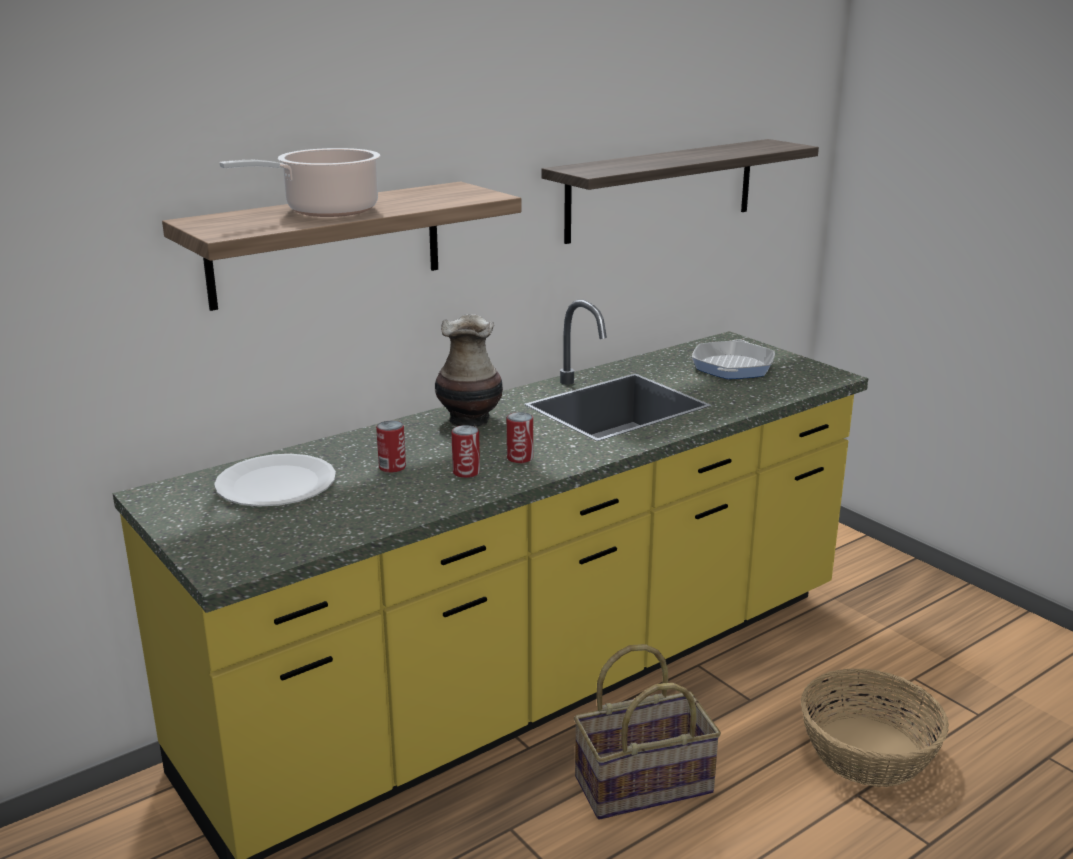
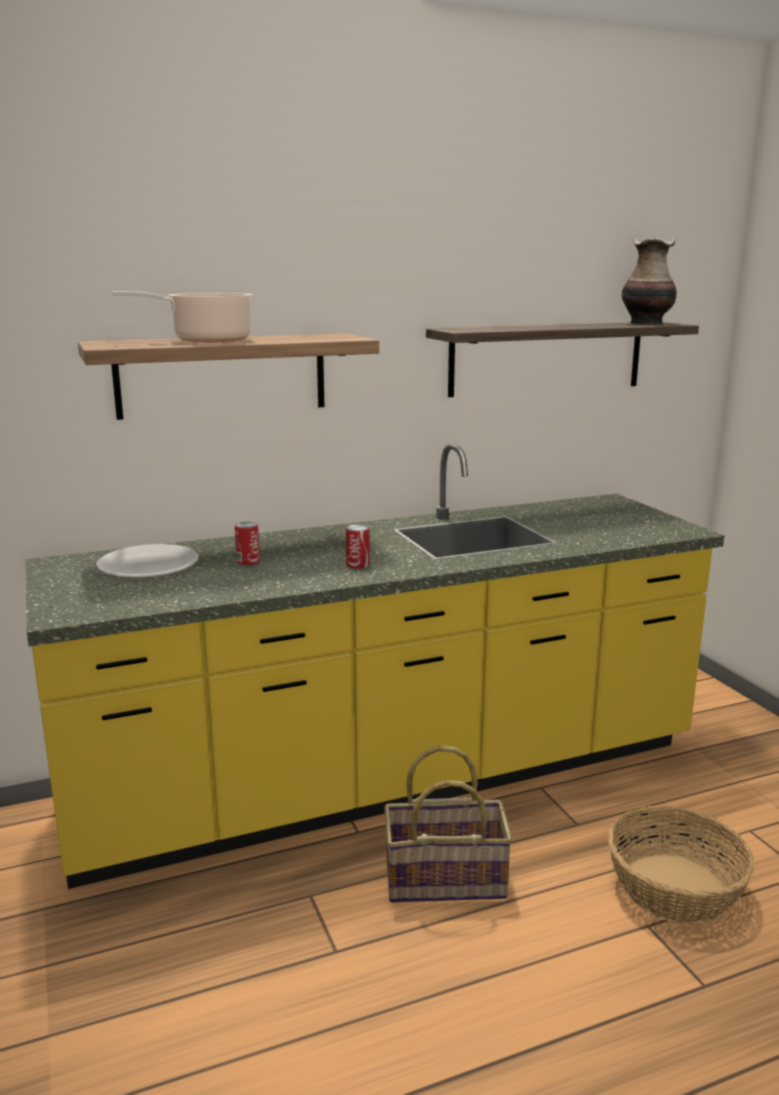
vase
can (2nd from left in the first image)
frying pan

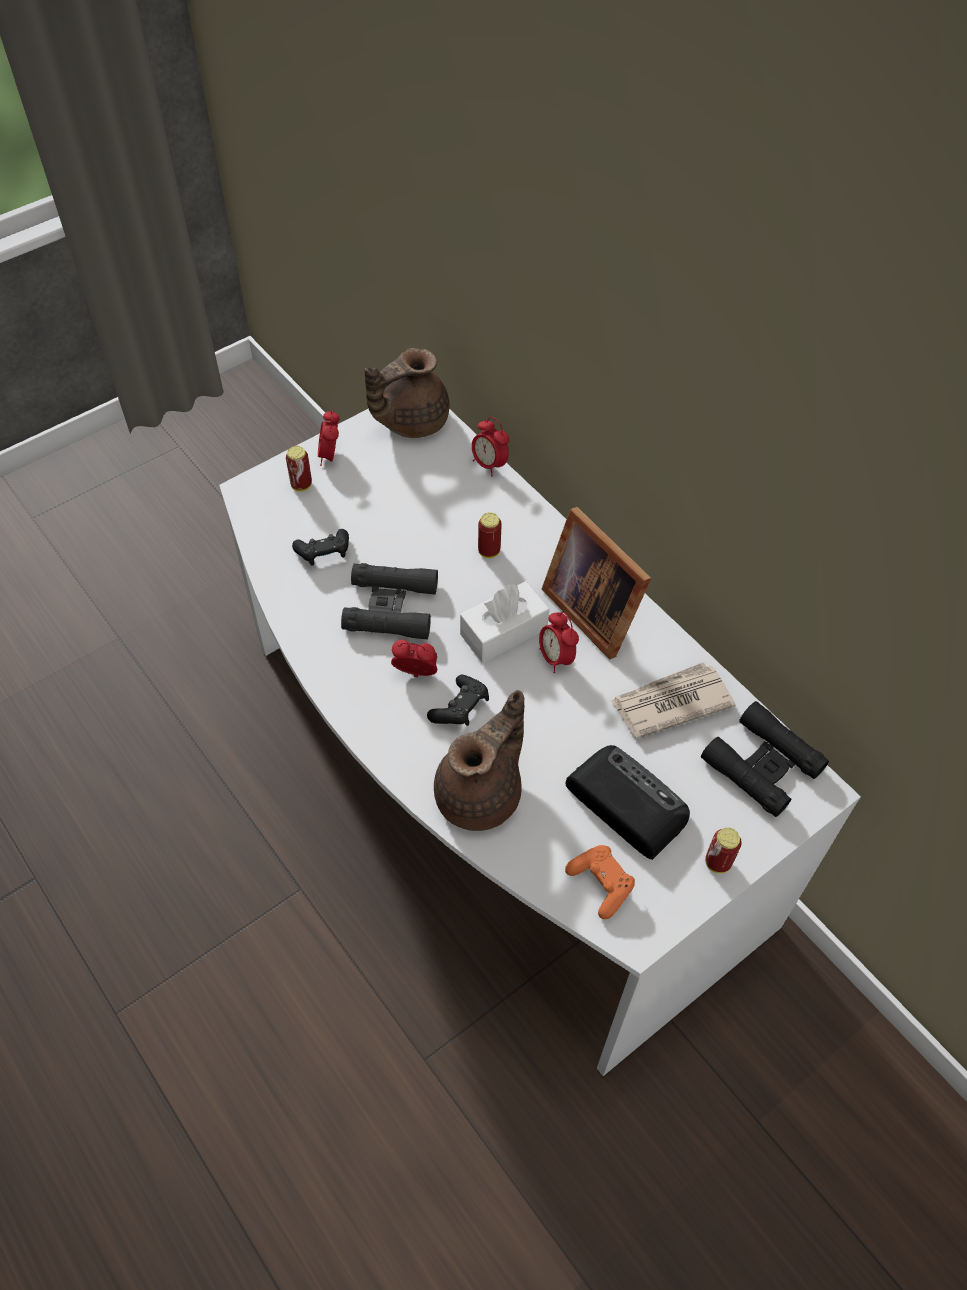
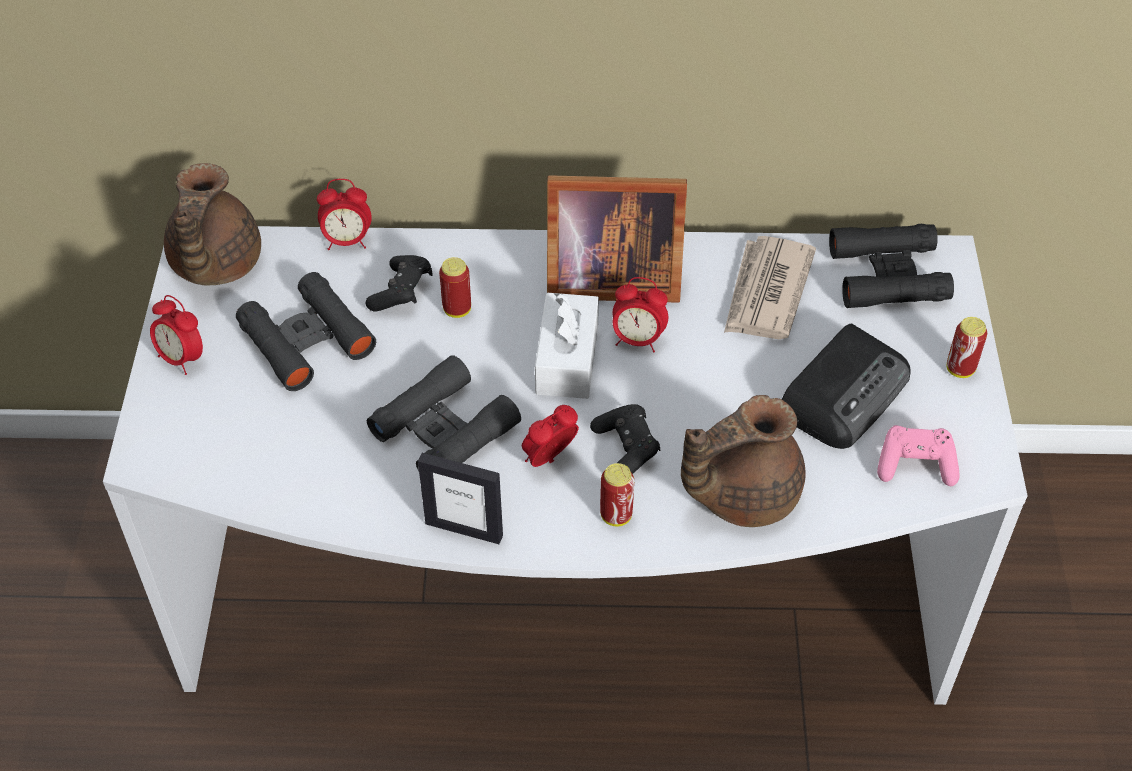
binoculars (black) (1st from left)
game controller (black) (1st from left)
picture frame (1st from left)
can (2nd from left)
teapot (brown) (2nd from left)
radio
game controller (pink)

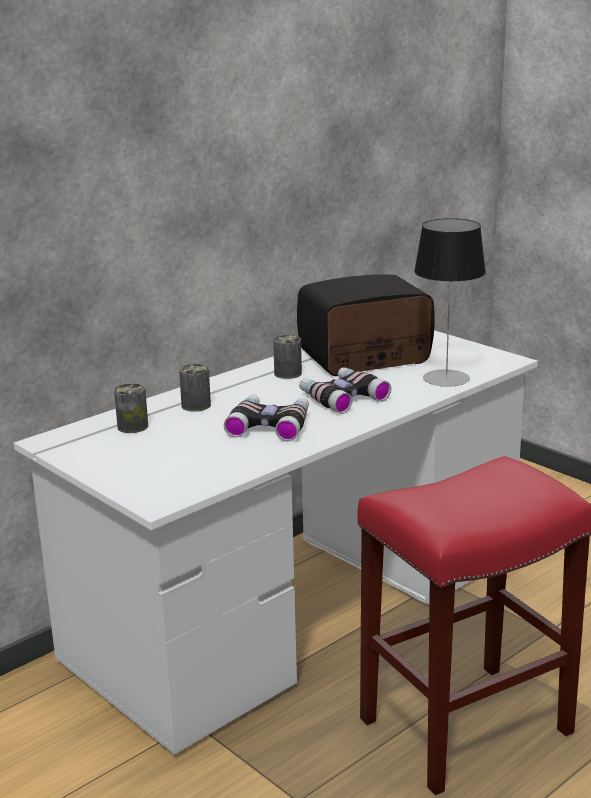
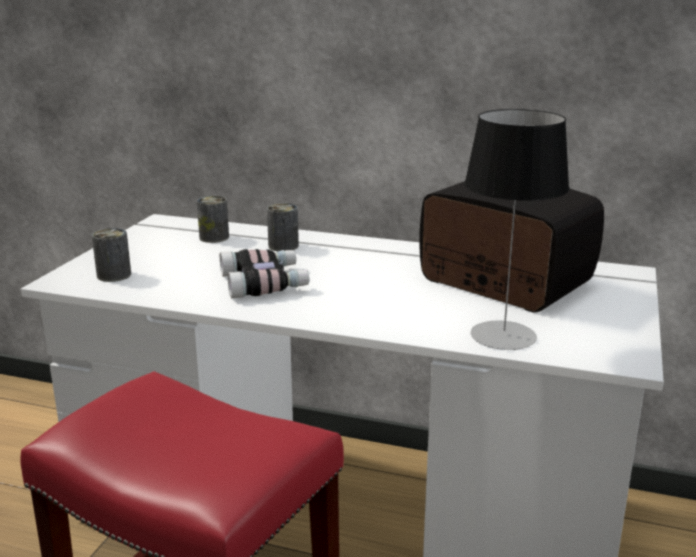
can (1st from left)
binoculars (2nd from left in the first image)

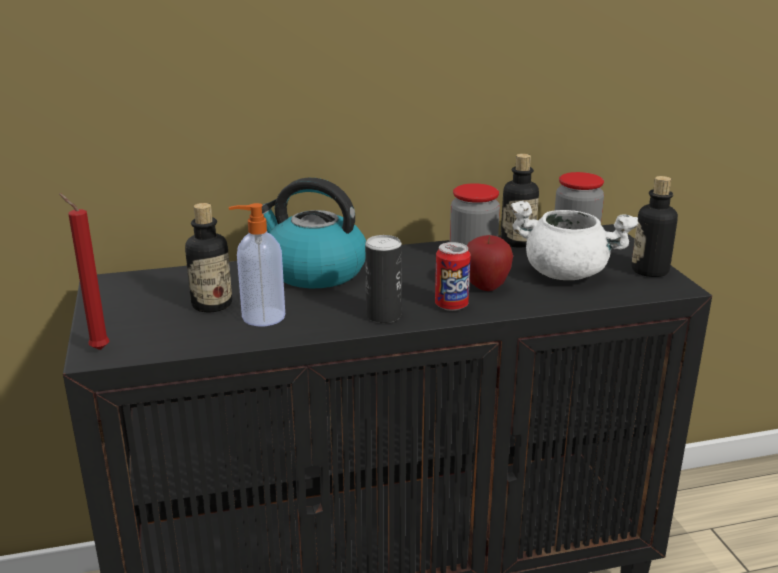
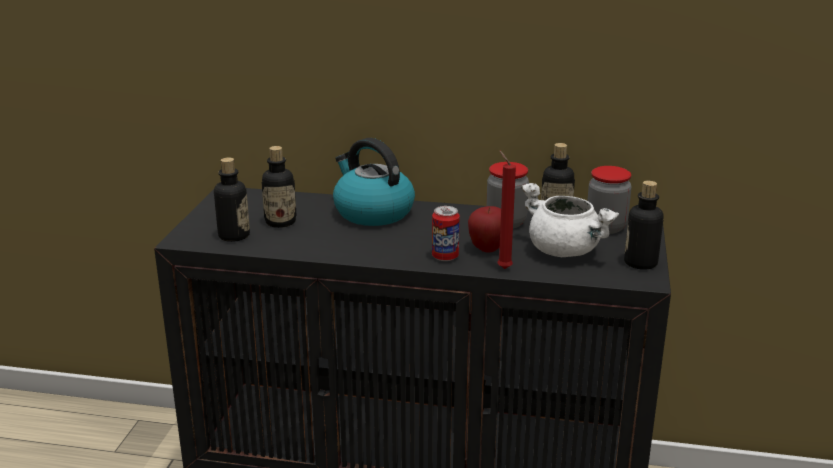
bottle (1st from left)
candle (red)
soap dispenser
can (1st from left in the first image)

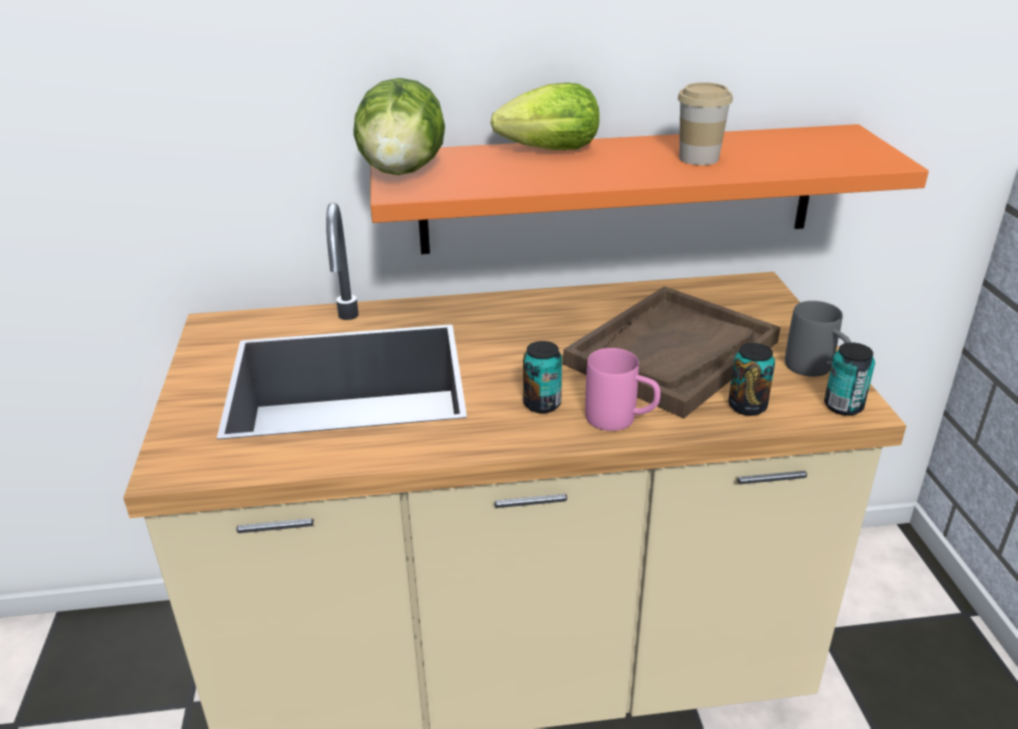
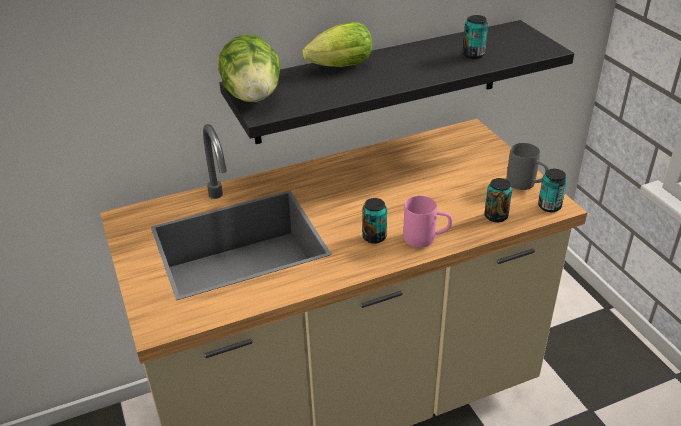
shelf (black)
can (2nd from left)
tray (brown)
cup

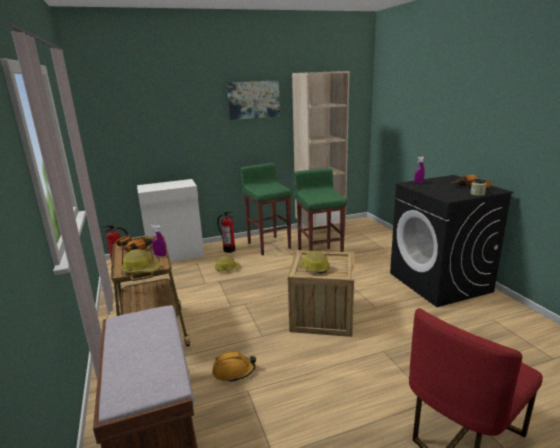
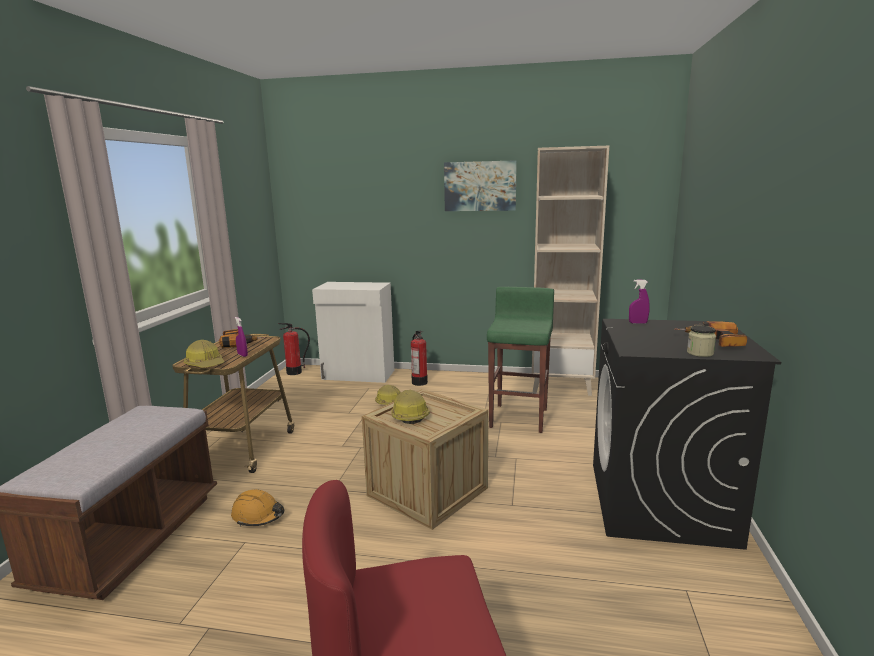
stool (green) (1st from left in the first image)

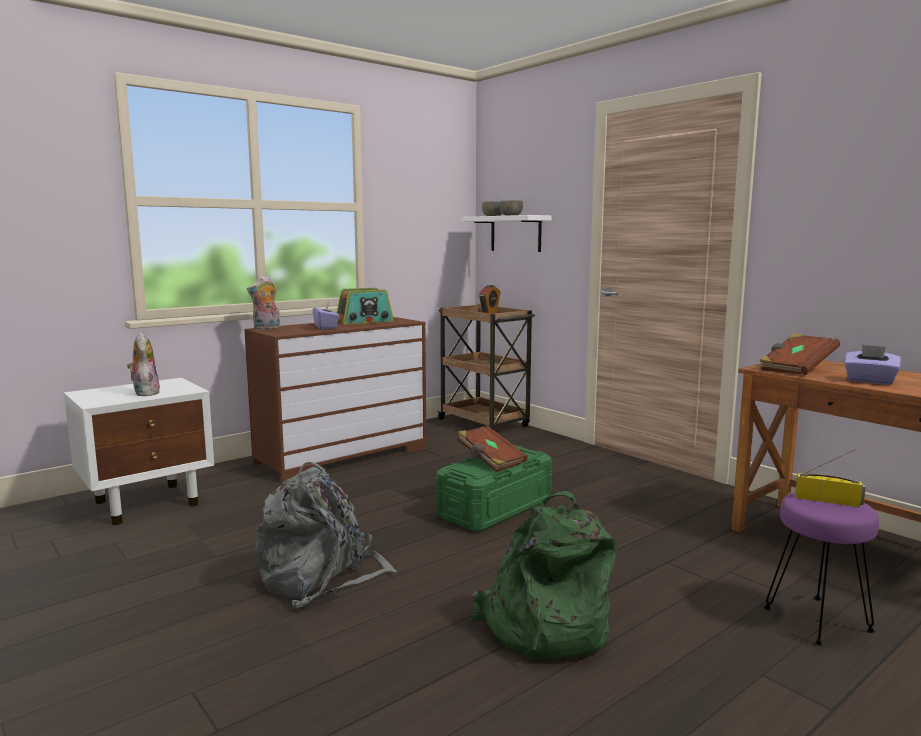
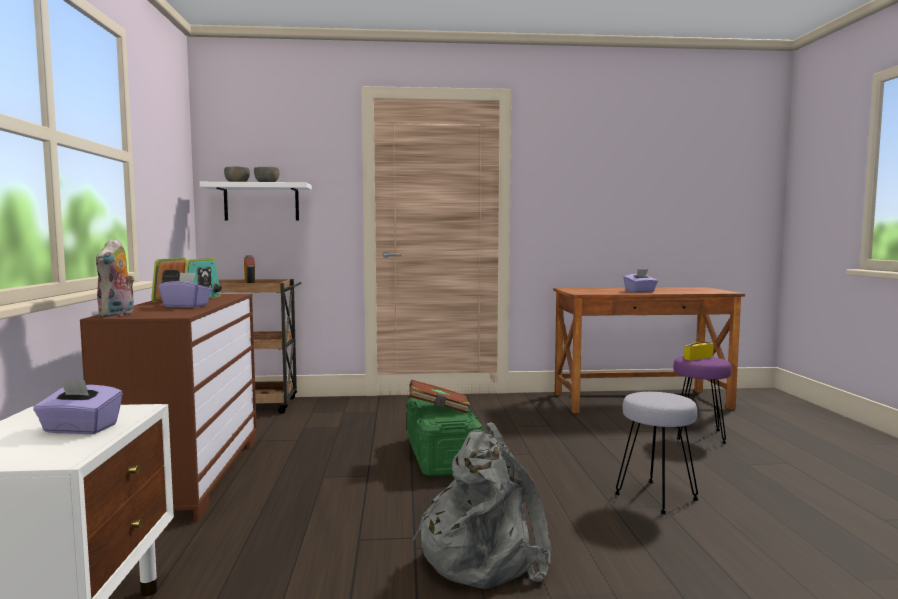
tissue box (purple) (1st from left)
stool (grey)
book (brown) (2nd from left in the first image)

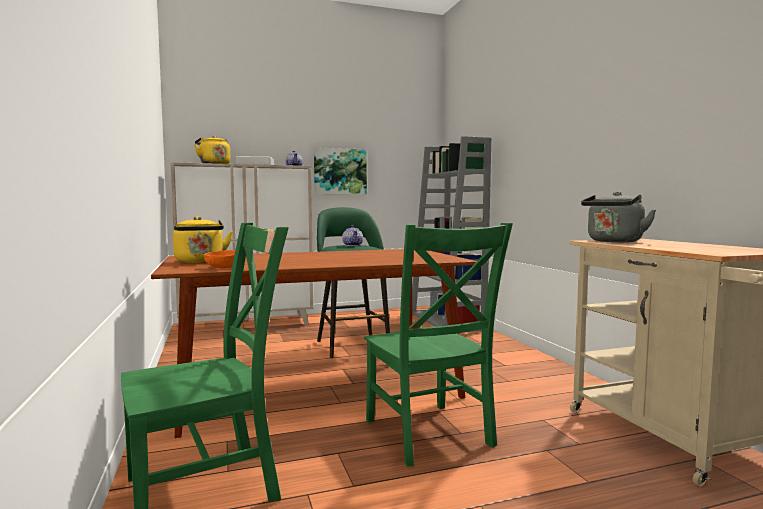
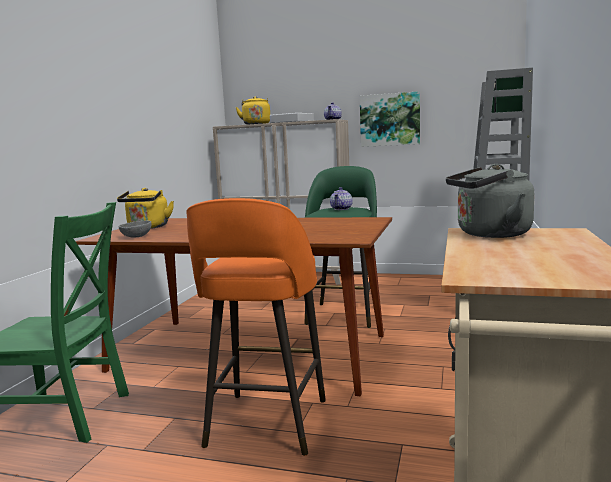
bowl (grey)
stool (orange)

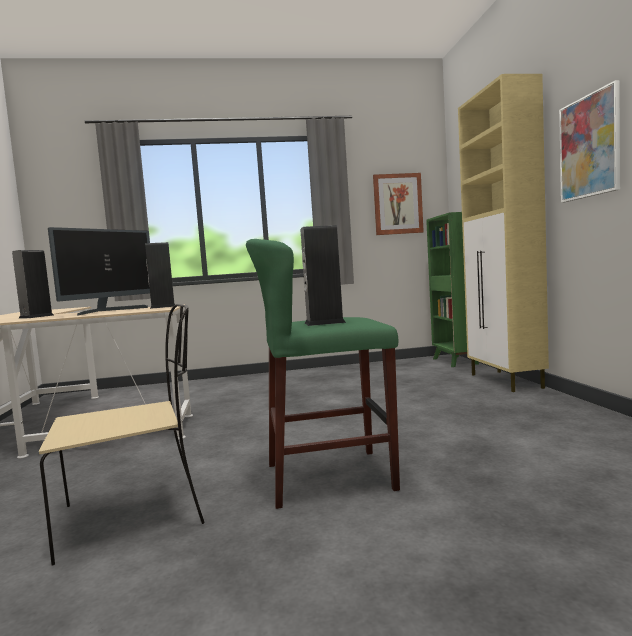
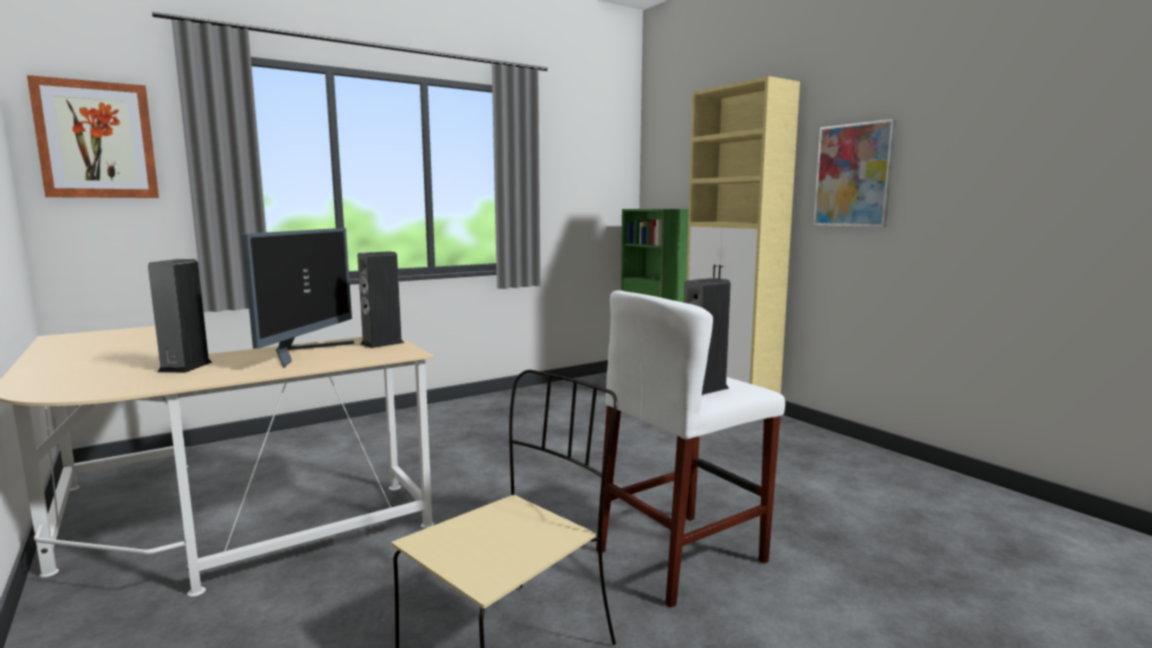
picture (1st from left)
stool (white)

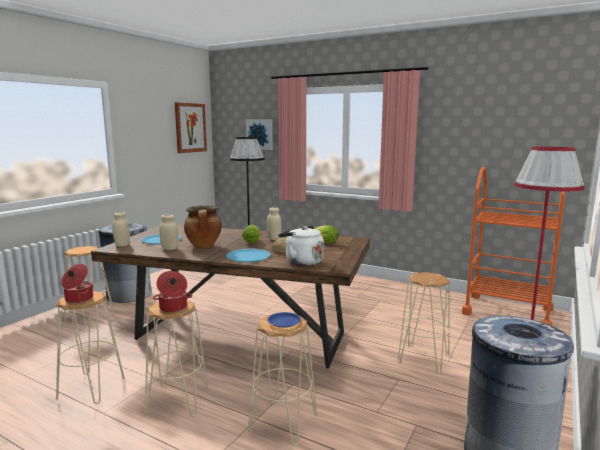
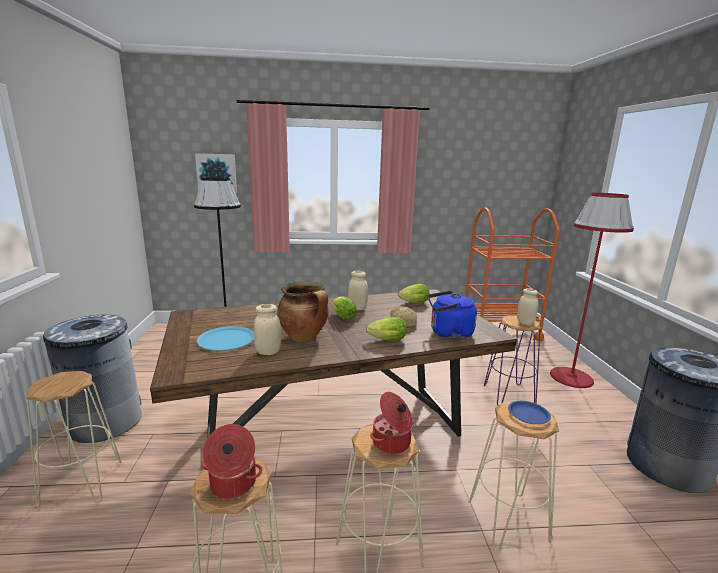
lettuce (2nd from left)
kettle (blue)
stool (purple)
jar (beige) (3rd from left)
picture (1st from left in the first image)

